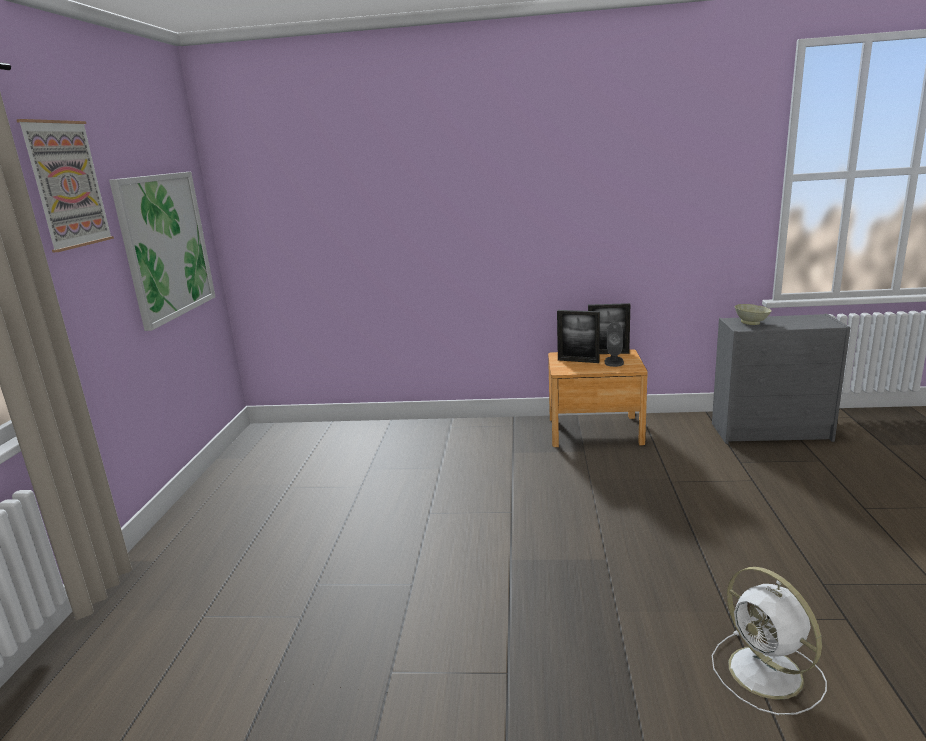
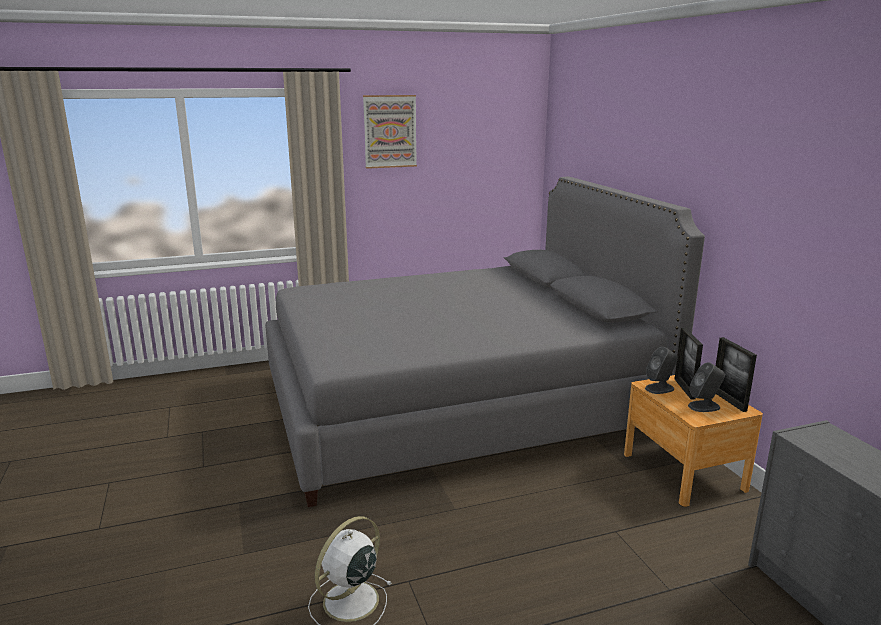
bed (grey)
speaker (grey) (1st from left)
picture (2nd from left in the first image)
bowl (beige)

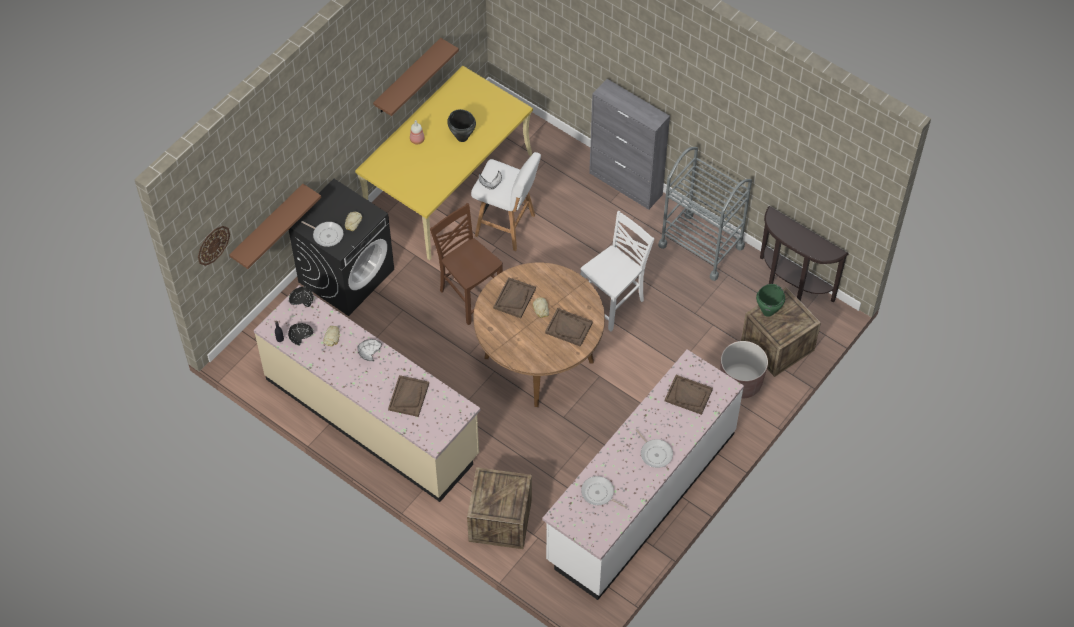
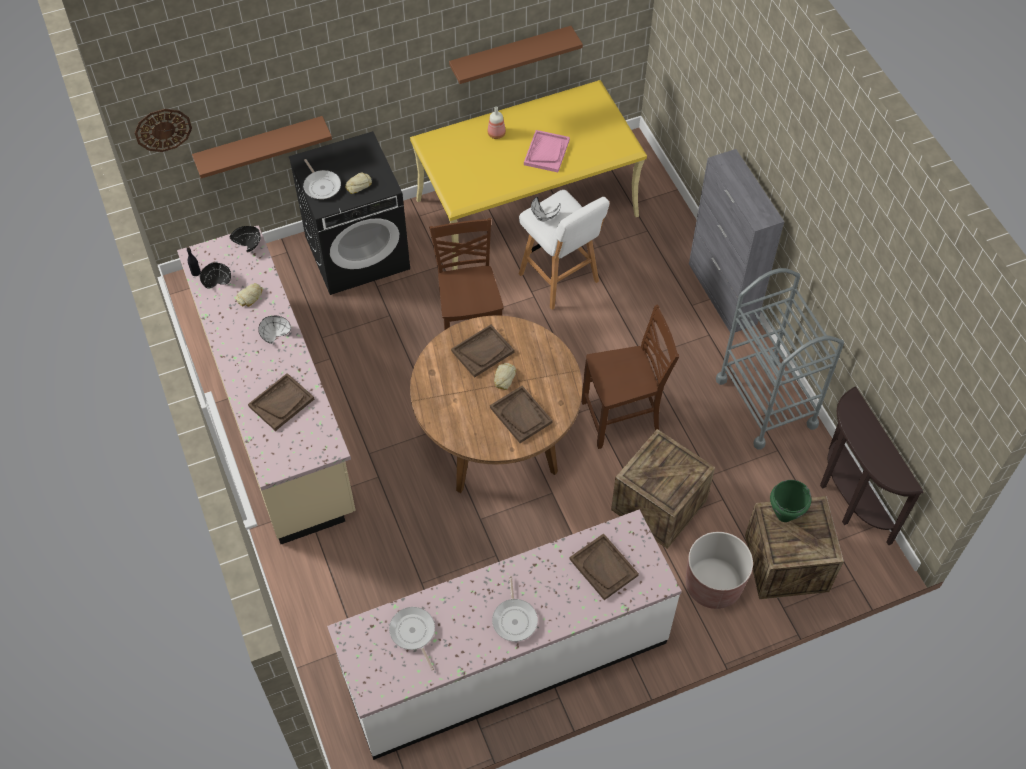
tray (pink)
chair (brown) (2nd from left)
crate (1st from left)

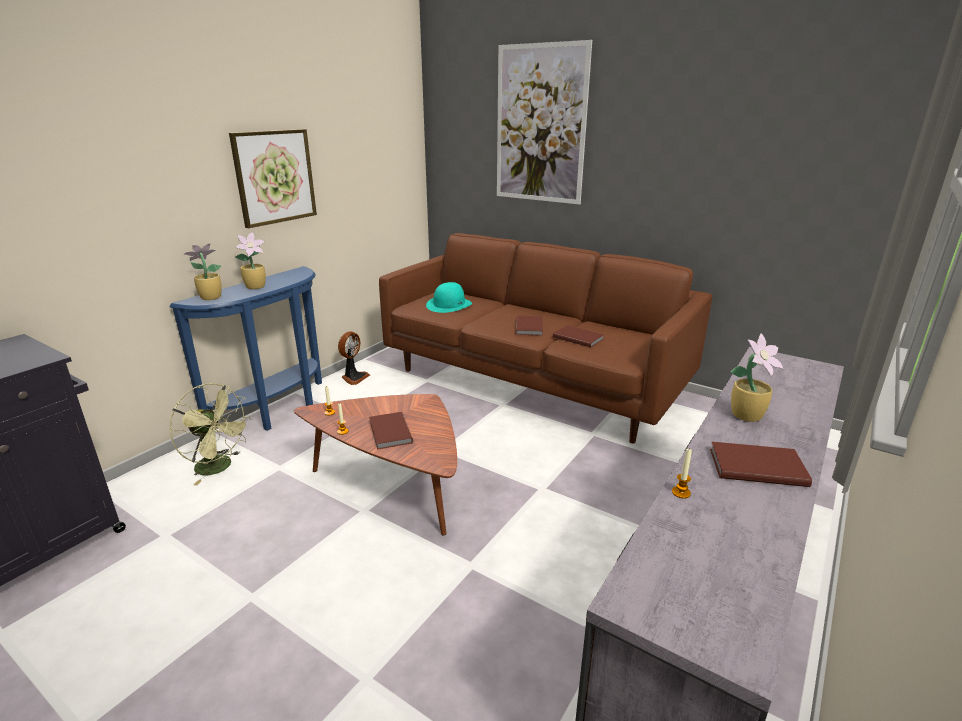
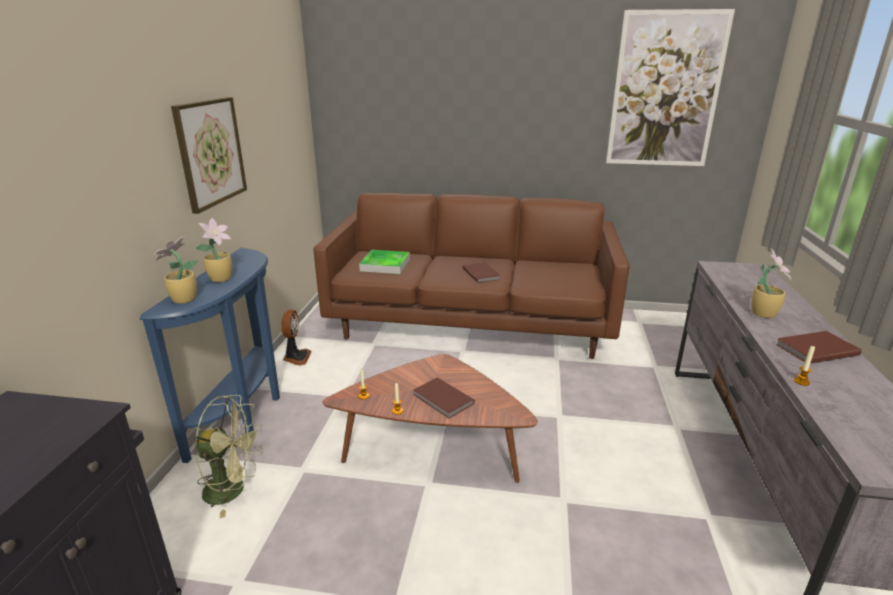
tray
picture (2nd from left)
book (brown) (3rd from left in the first image)

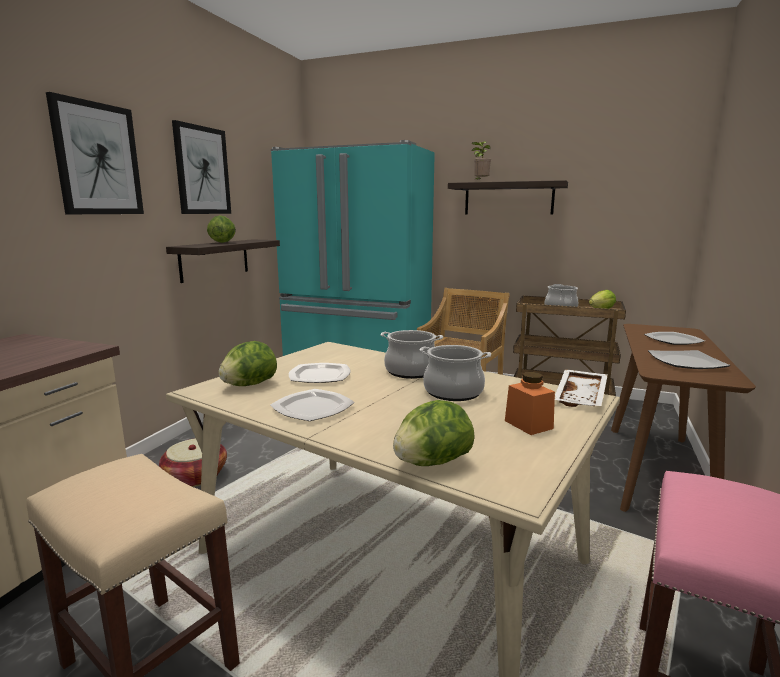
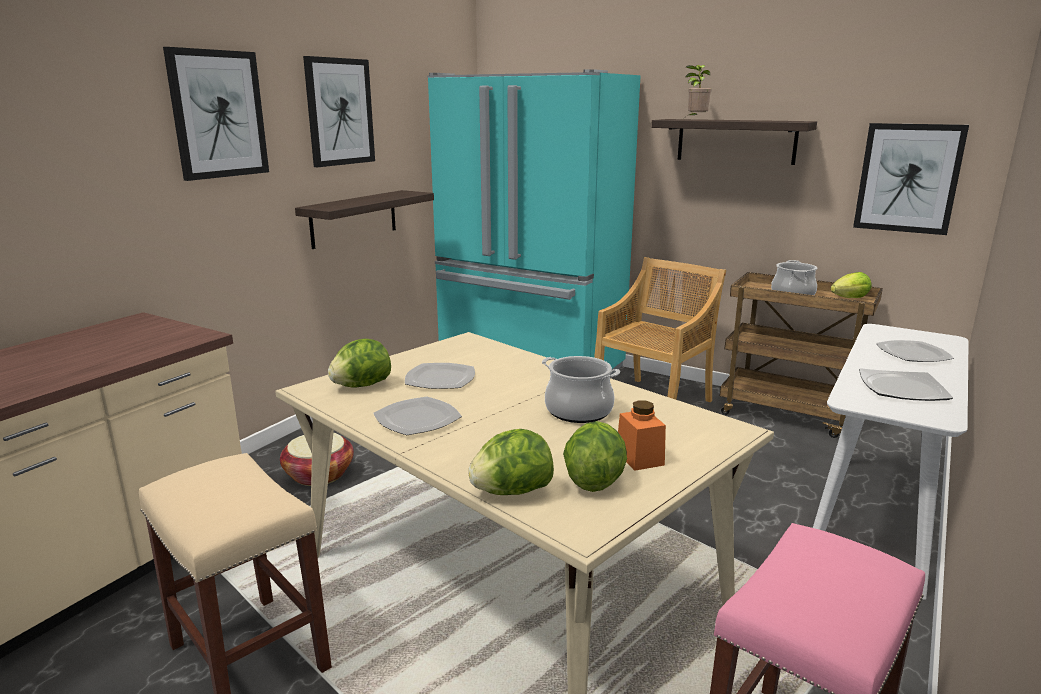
lettuce (3rd from left)
console table (white)
picture (3rd from left)
cooking pot (1st from left in the first image)
tray (white)

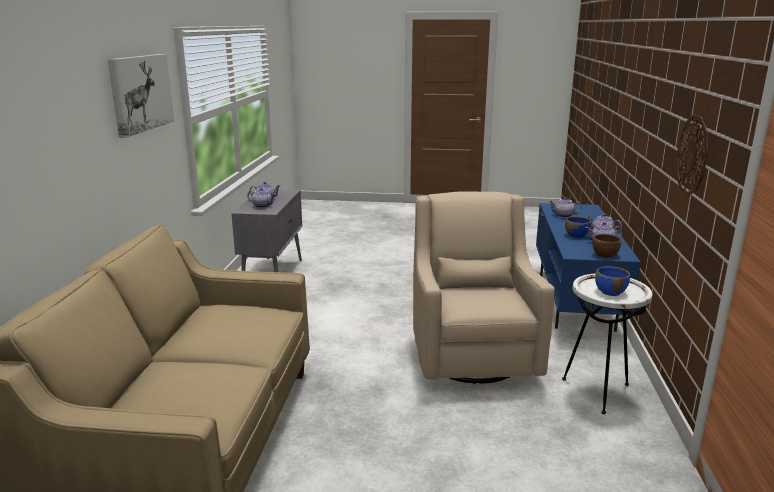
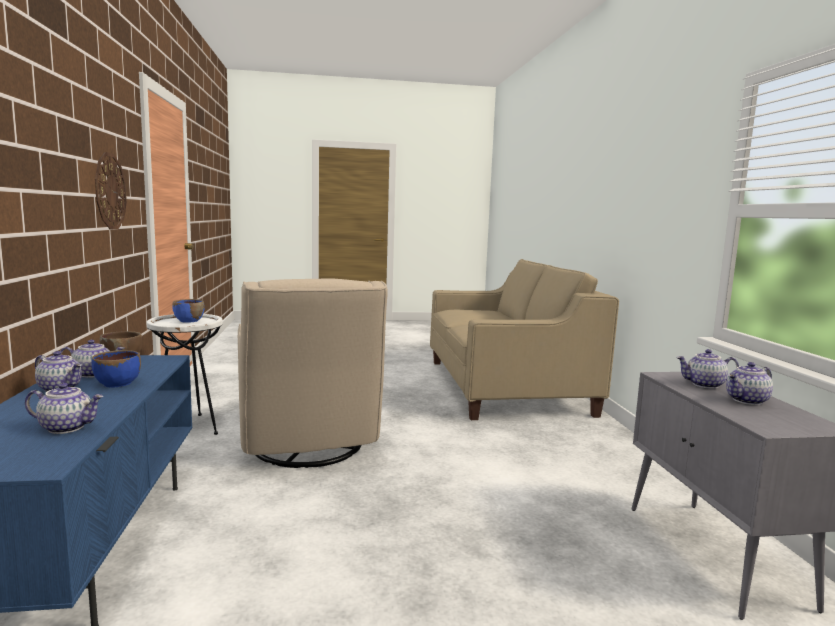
picture

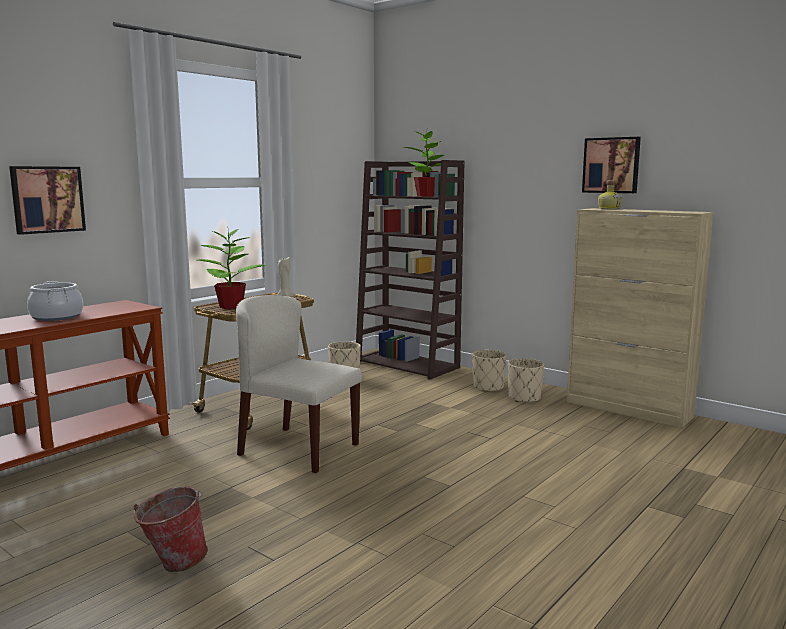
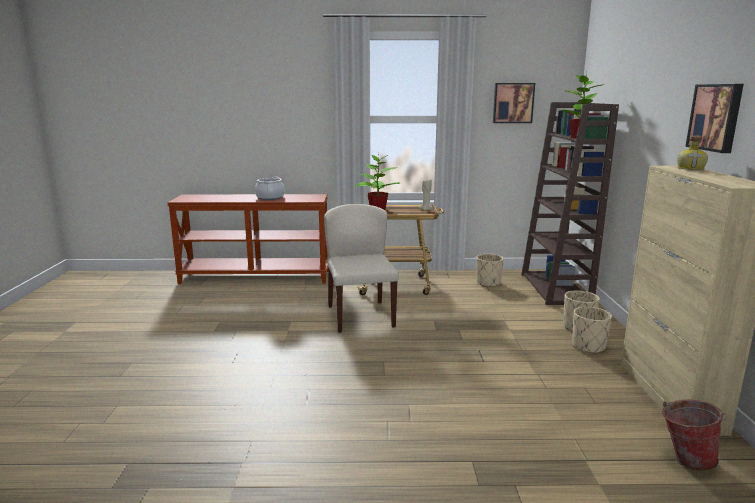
picture (1st from left)
bucket

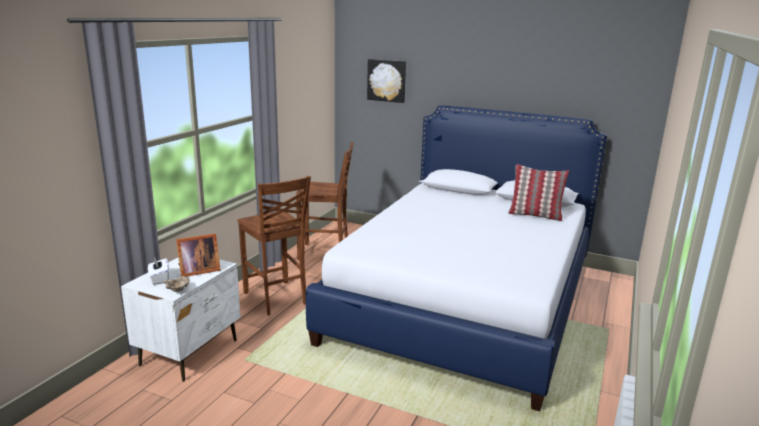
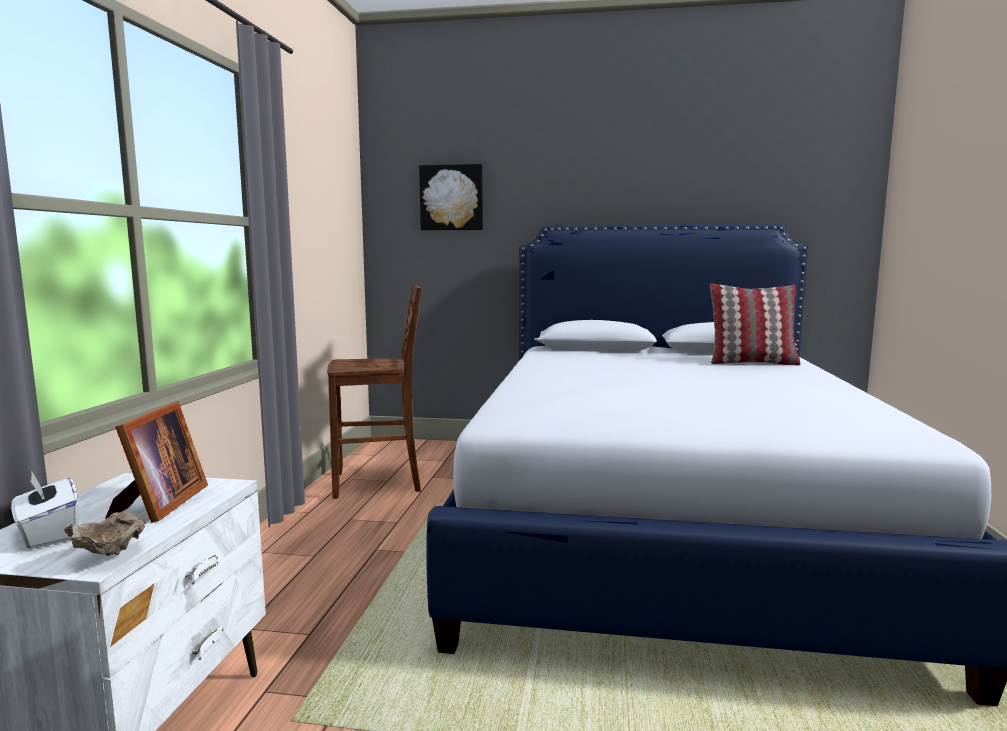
picture frame
chair (brown) (1st from left in the first image)

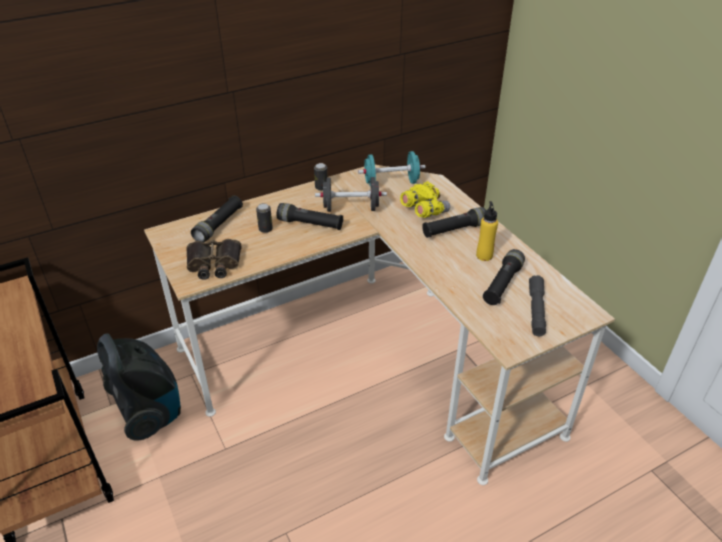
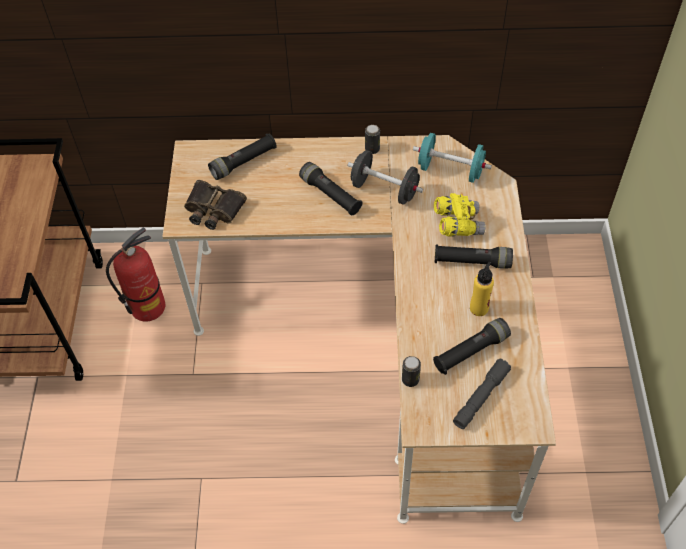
fire extinguisher
can (2nd from left)

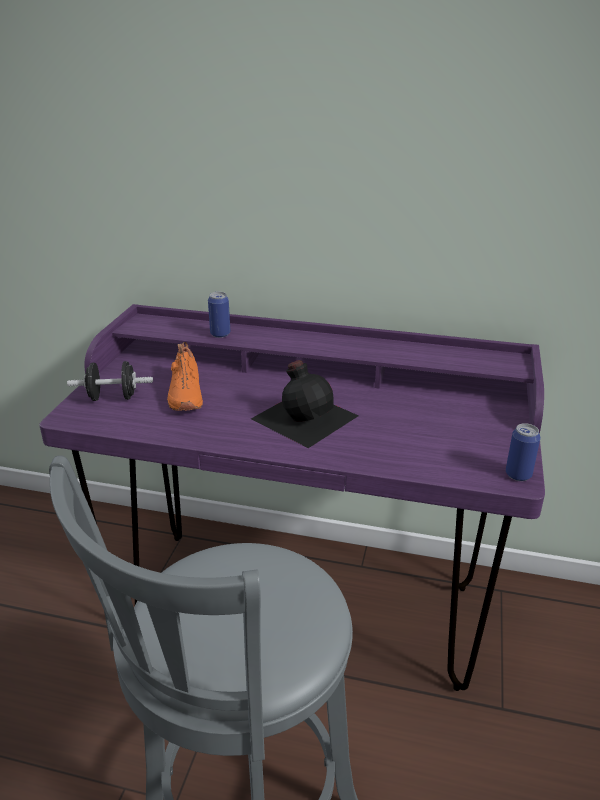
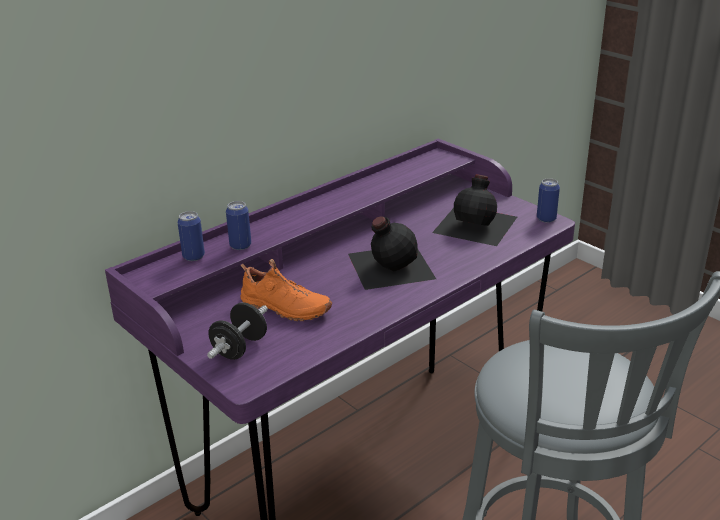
can (1st from left)
bottle (black) (2nd from left)

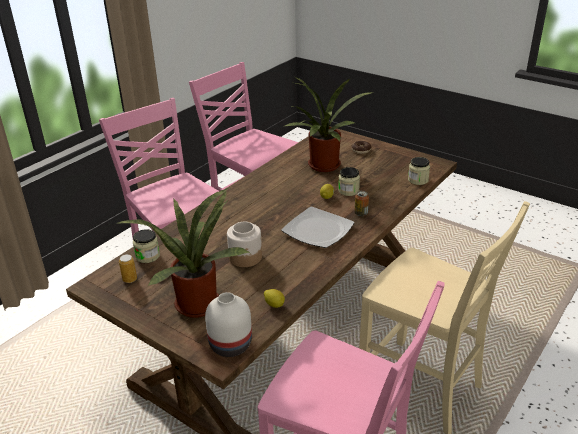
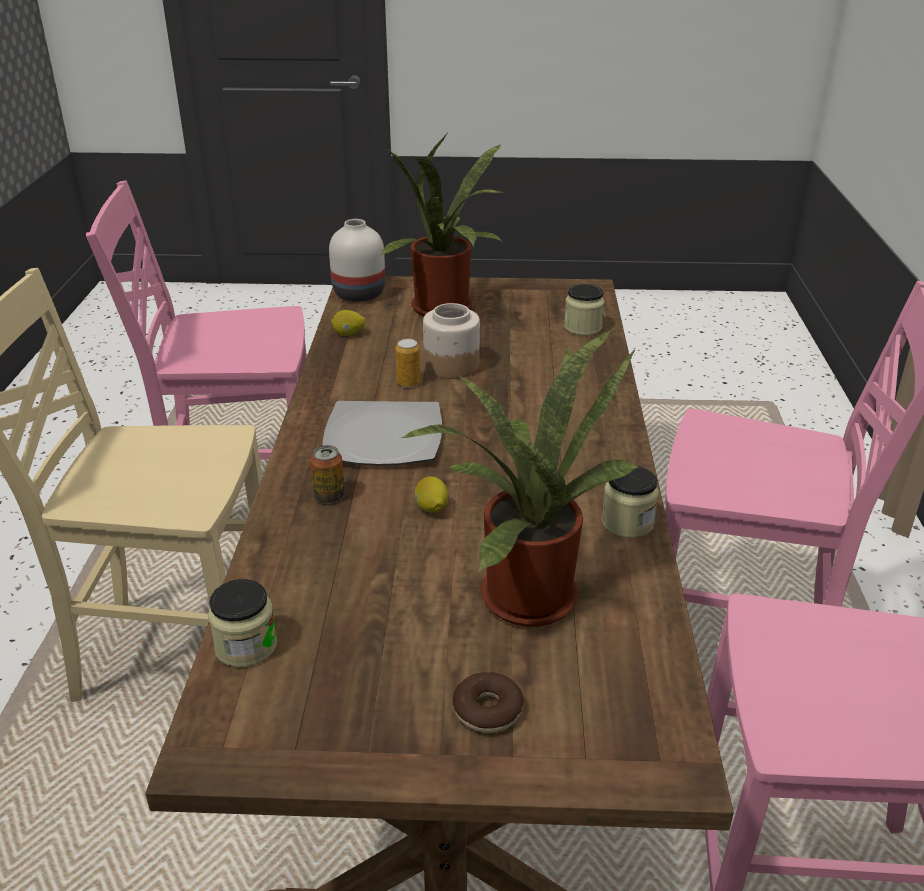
can (2nd from left)
jar (4th from left)

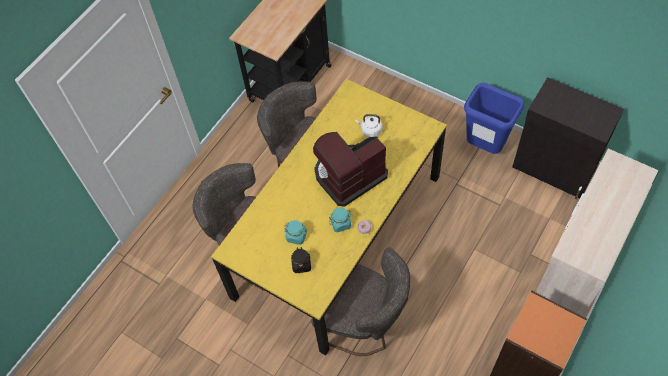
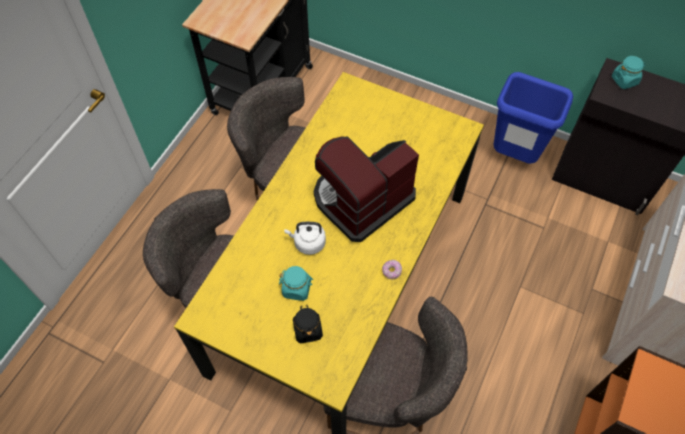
kettle (white)
jar (turquoise) (2nd from left)

